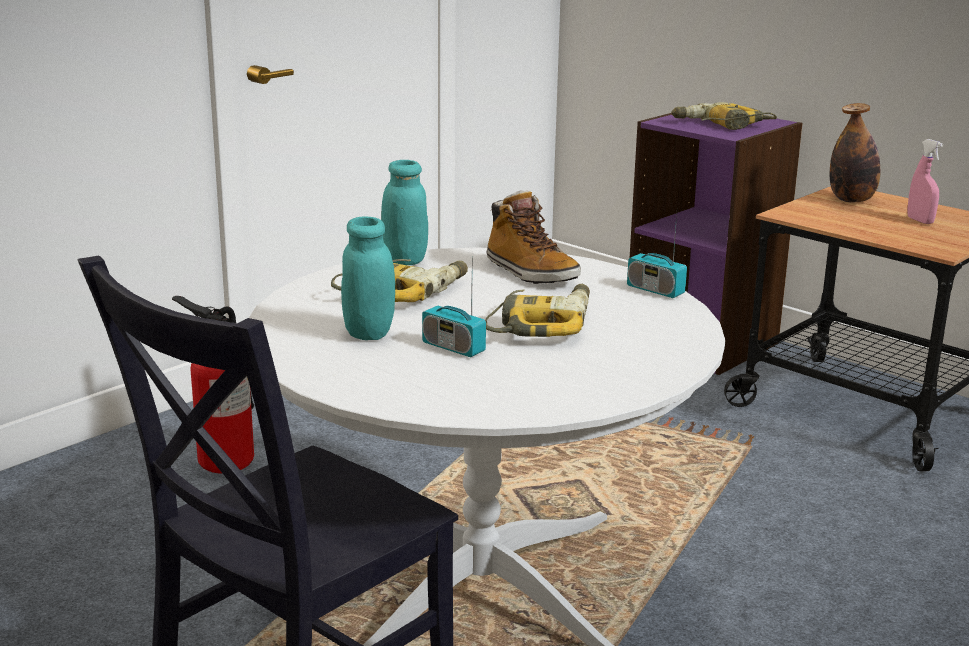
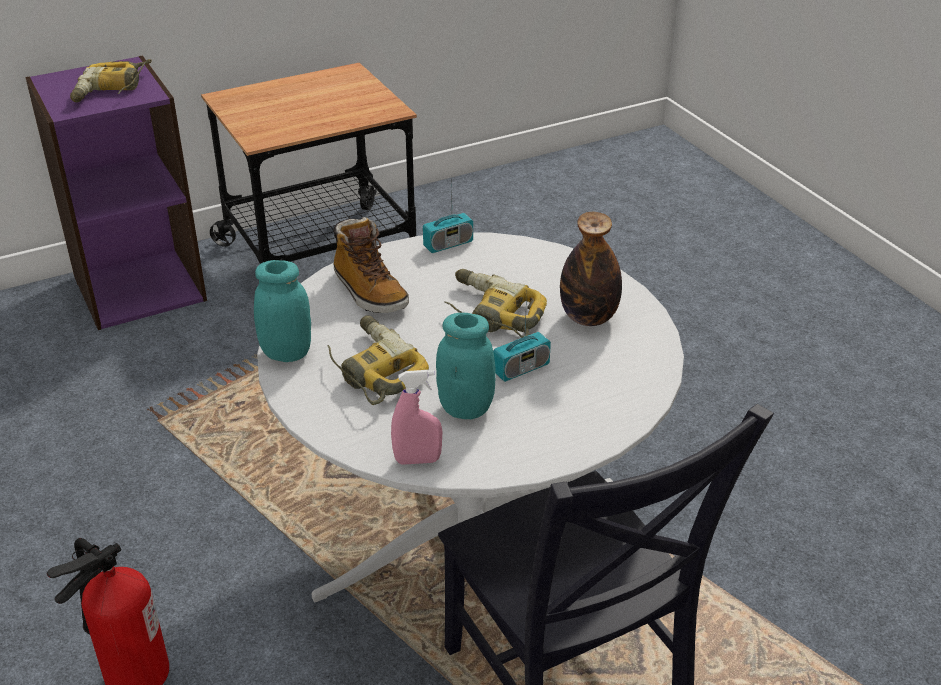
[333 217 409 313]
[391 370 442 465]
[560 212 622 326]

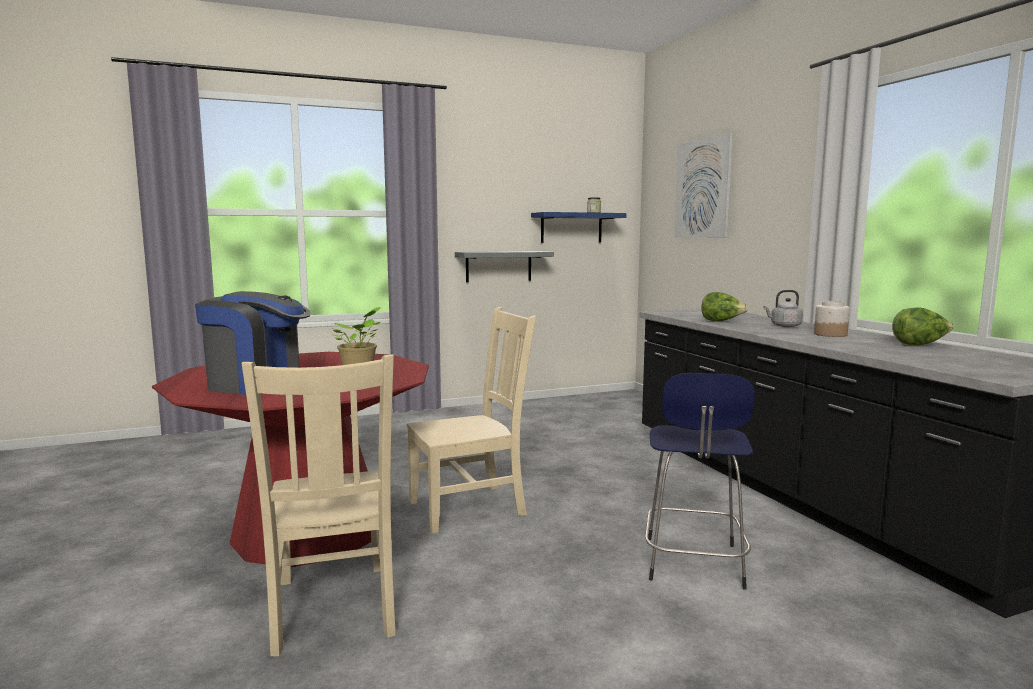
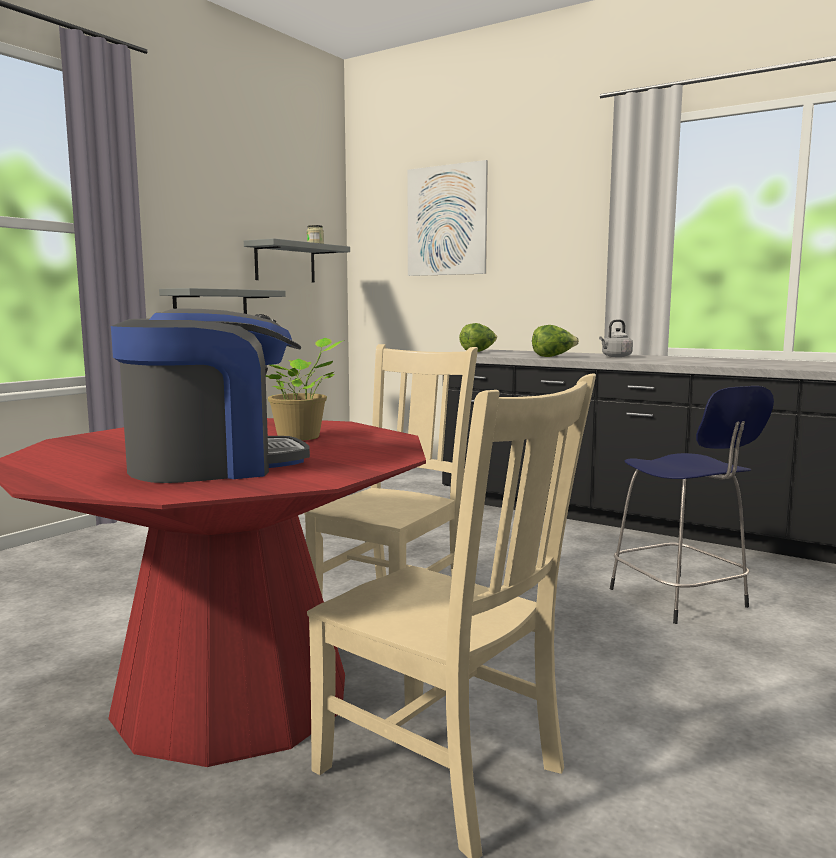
[244 238 350 282]
[459 323 497 352]
[814 301 850 337] (first image)

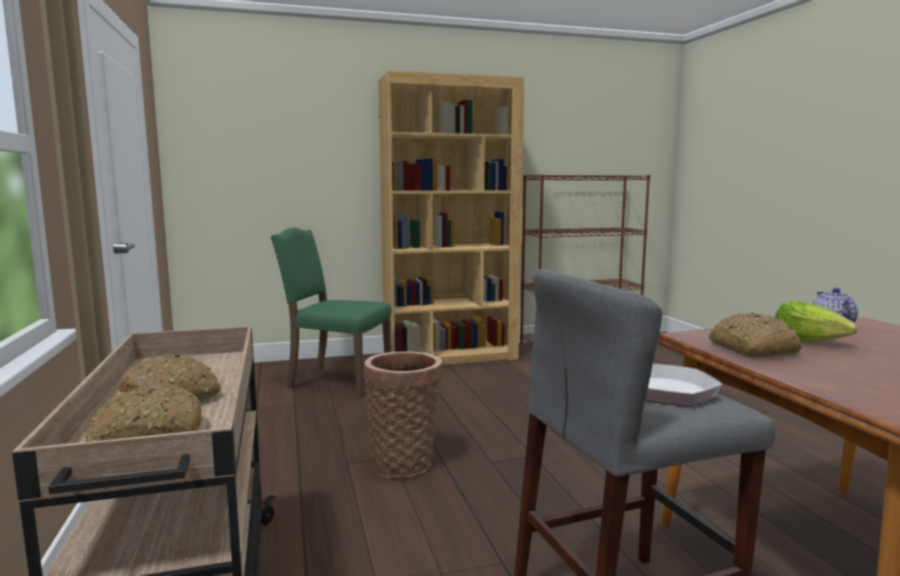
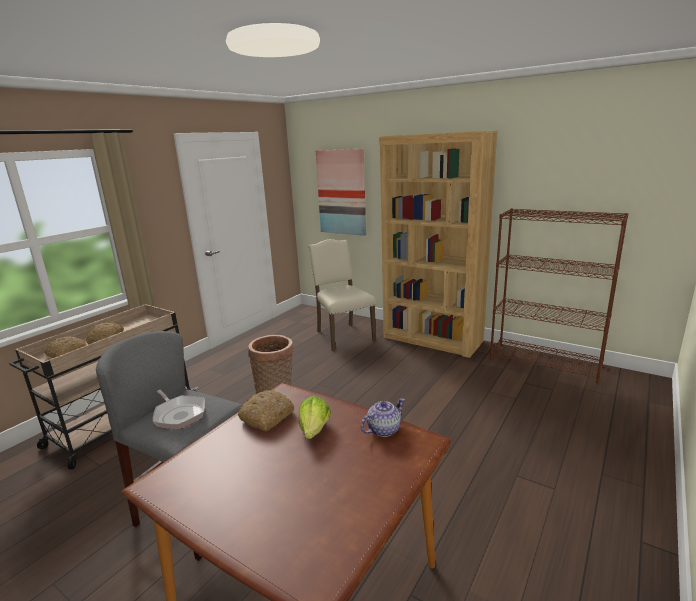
[309 239 376 351]
[316 149 366 236]

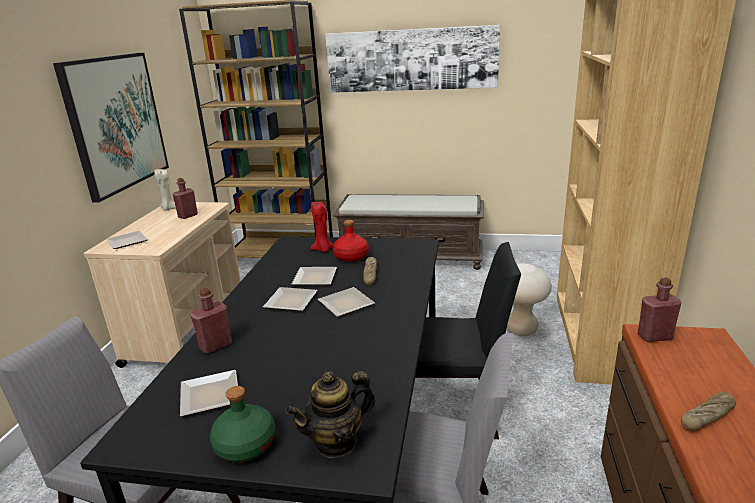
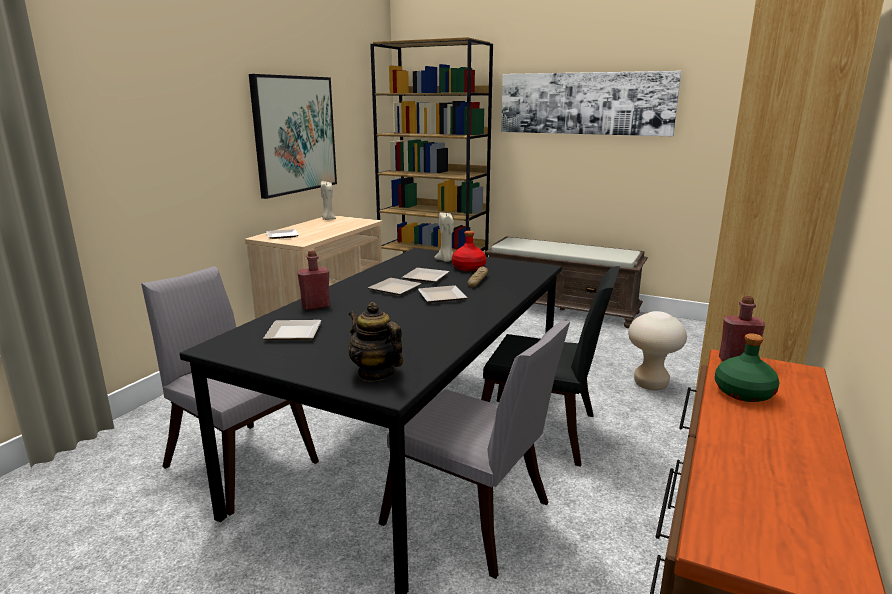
[348 302 403 382]
[435 211 454 262]
[715 333 779 402]
[172 178 198 219] (first image)
[681 392 736 430] (first image)

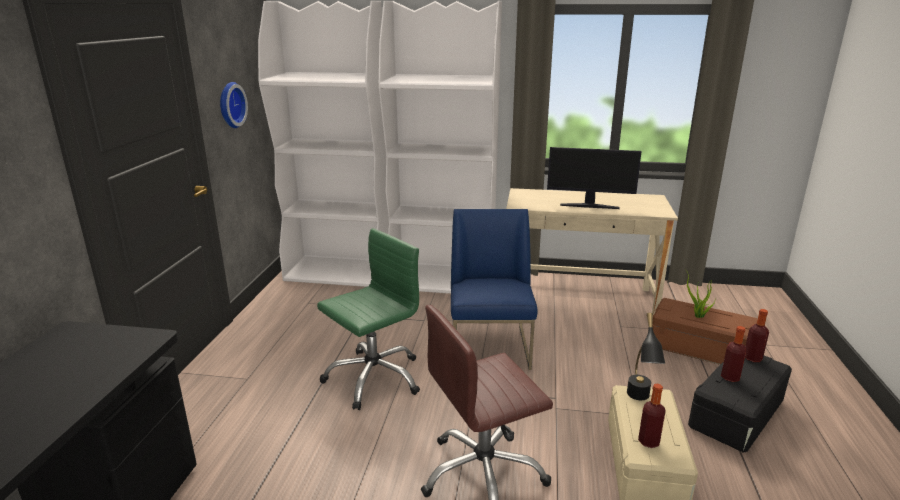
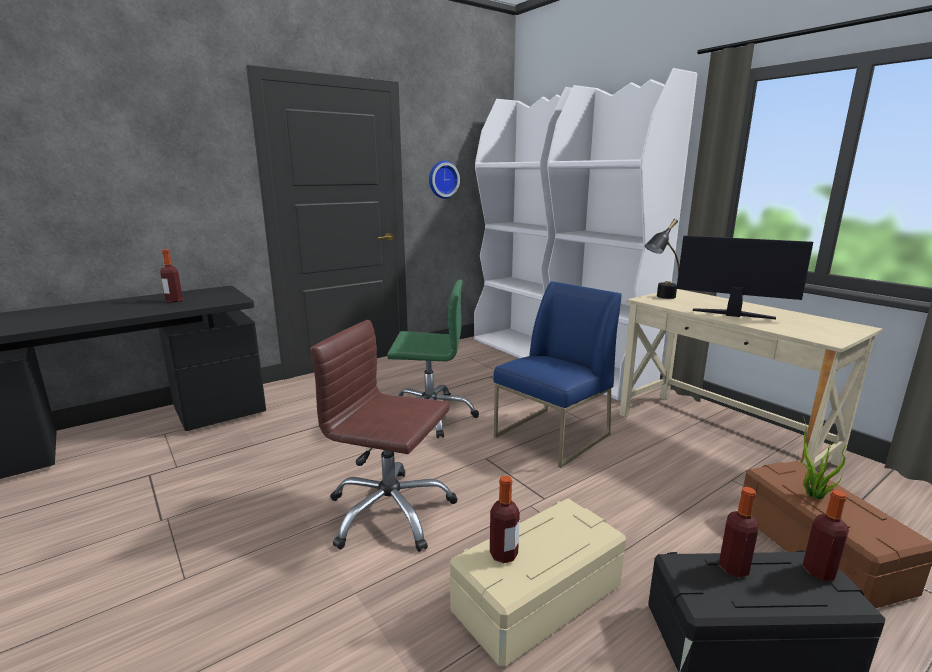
[160 250 183 302]
[645 219 679 299]
[676 236 813 319]

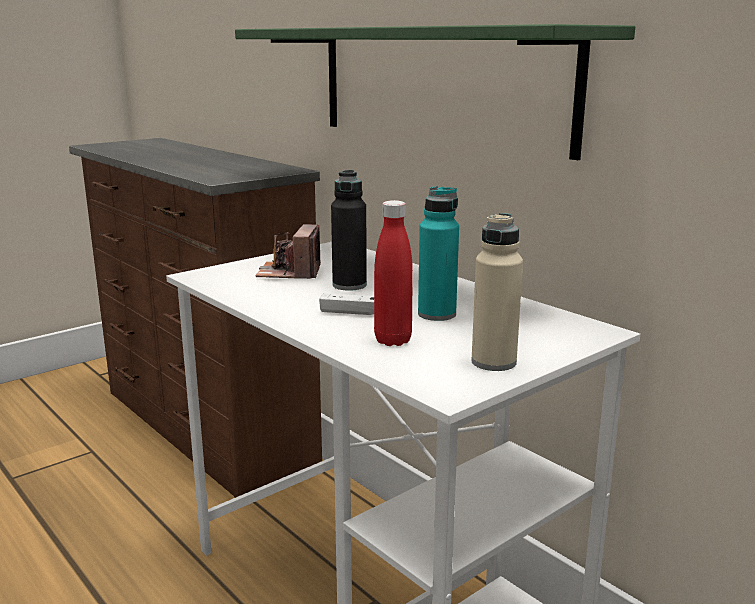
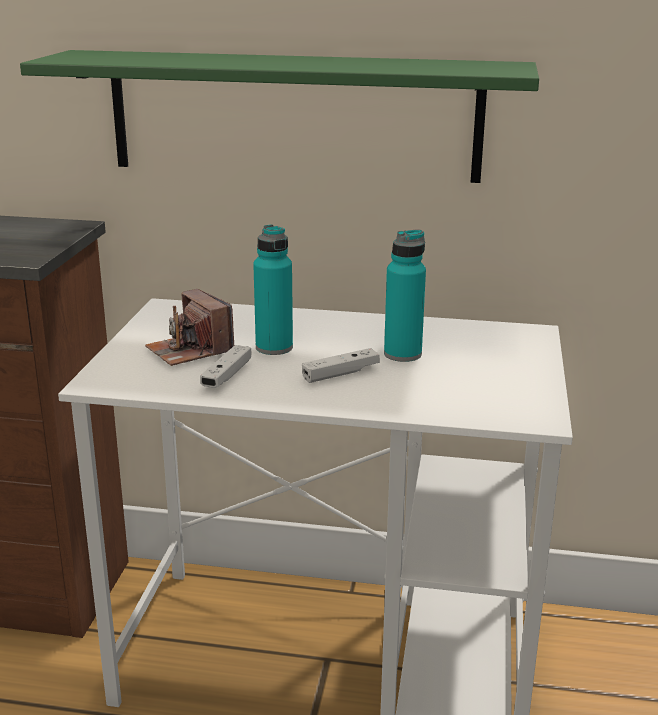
[200 345 251 388]
[253 224 293 355]
[374 200 413 346] (first image)
[471 213 523 371] (first image)

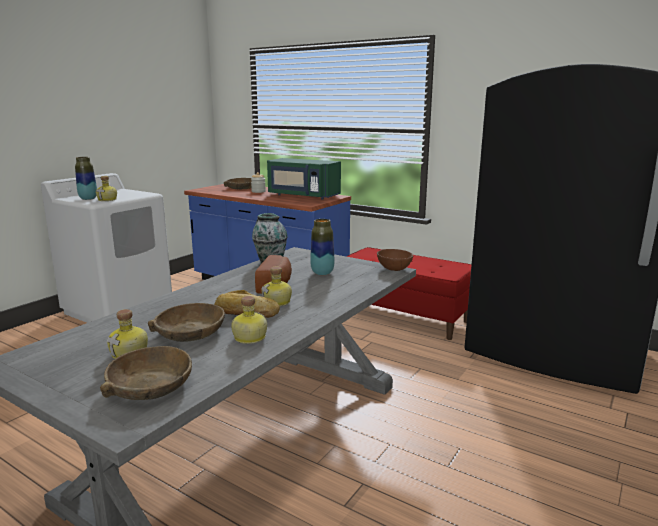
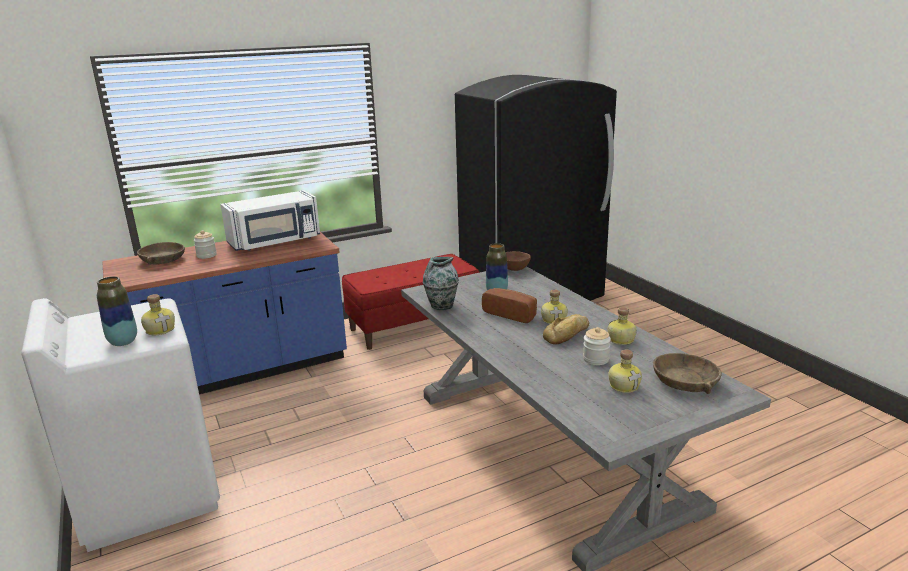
[220 190 320 251]
[583 327 611 365]

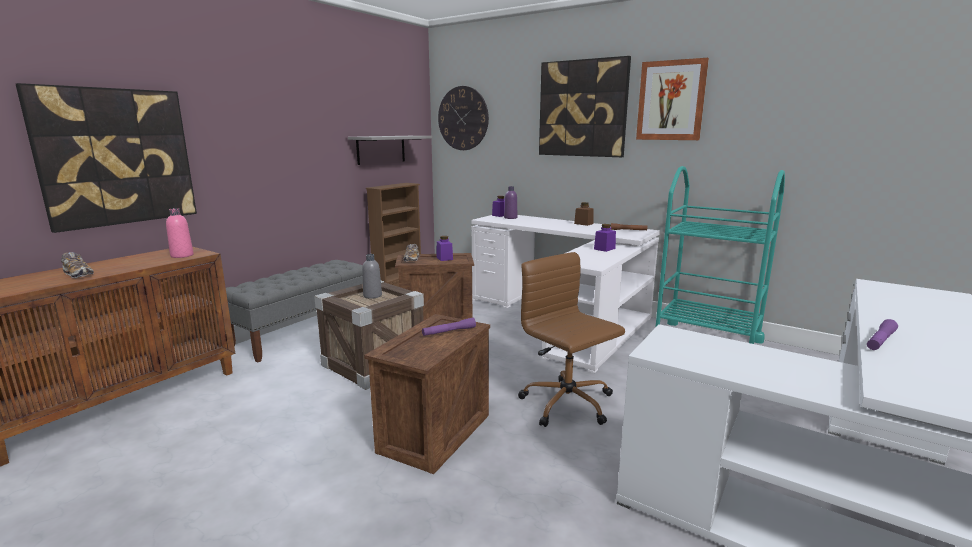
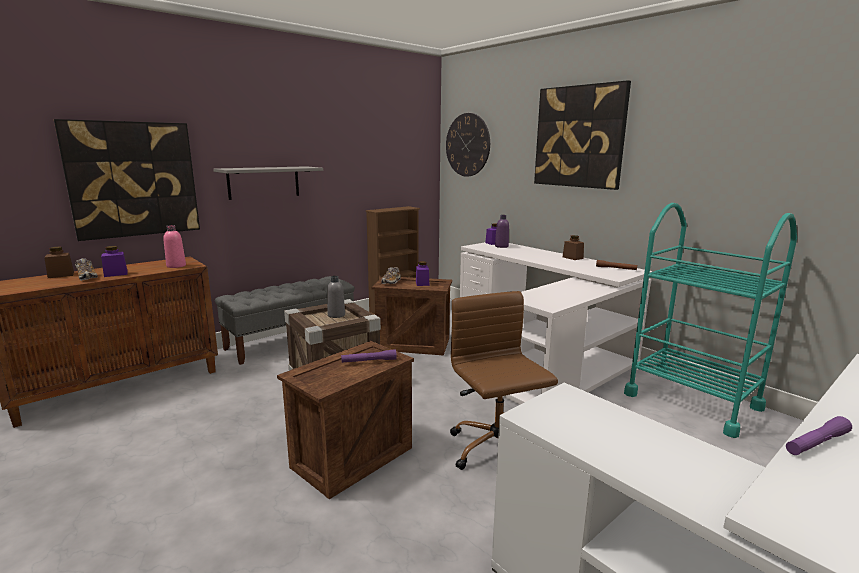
[44 247 74 278]
[101 246 128 277]
[213 166 323 200]
[636 58 709 140] (first image)

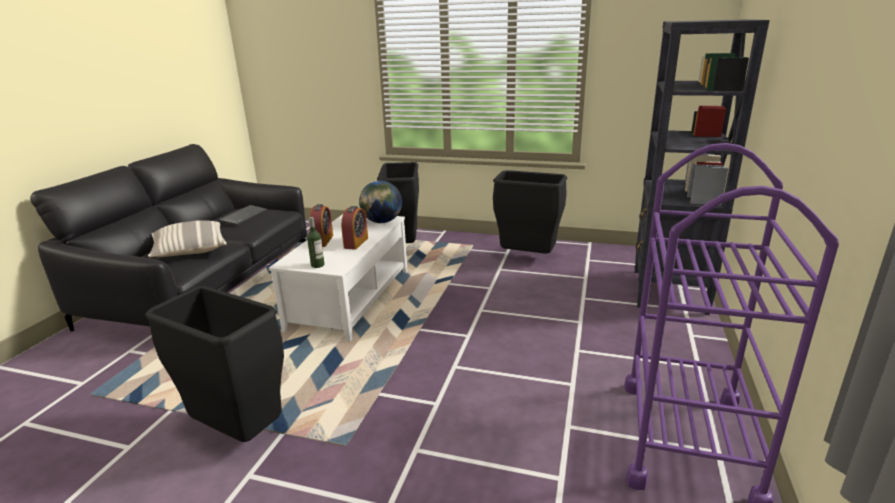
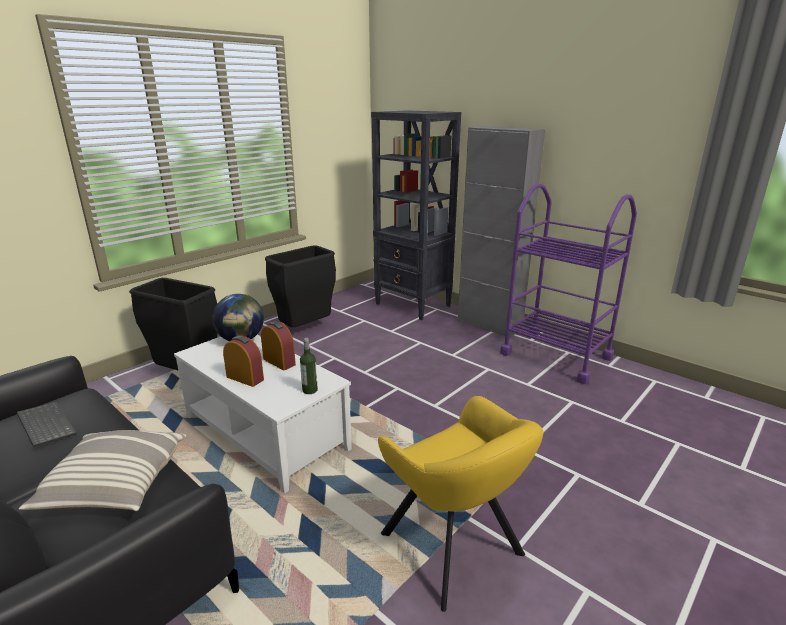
[378 396 544 612]
[458 126 545 338]

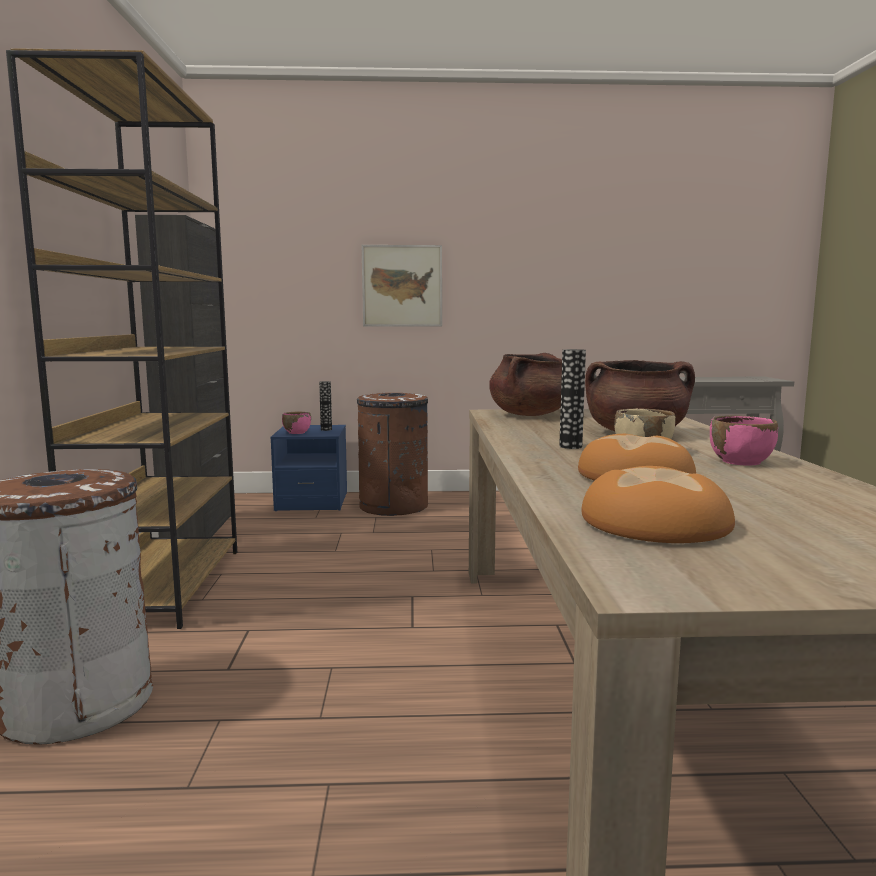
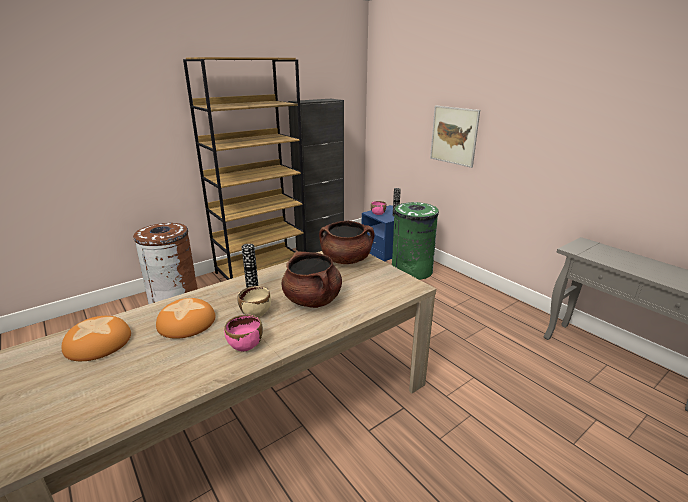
[392 202 439 280]

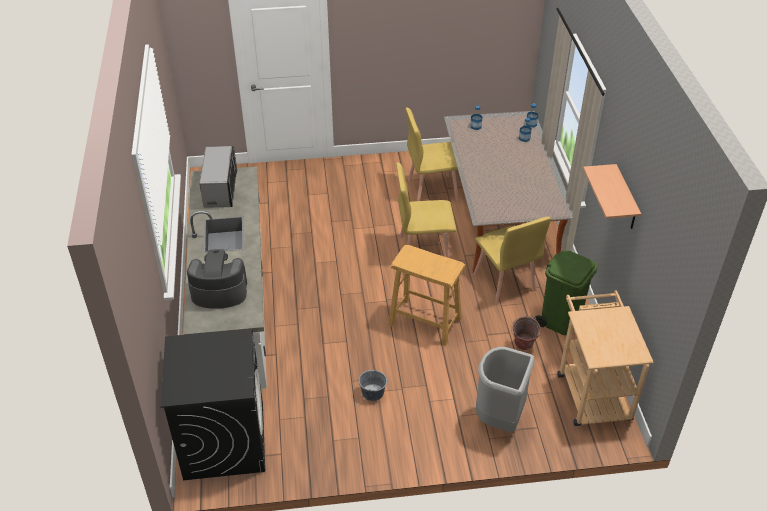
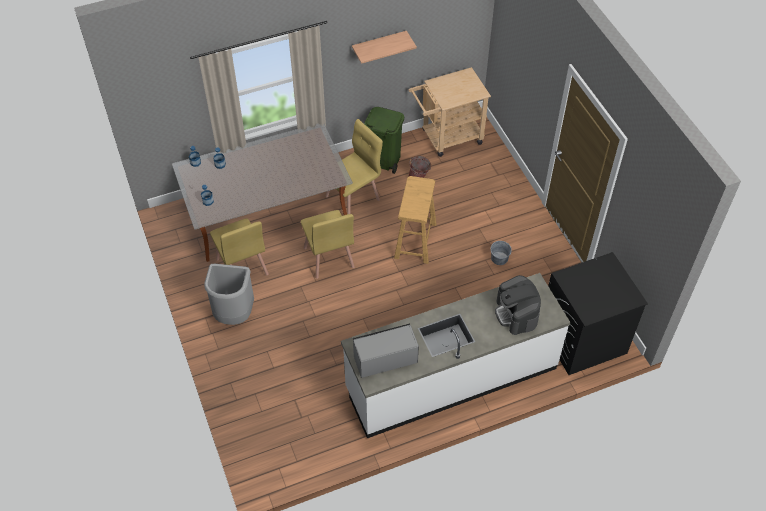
[204 264 254 325]

